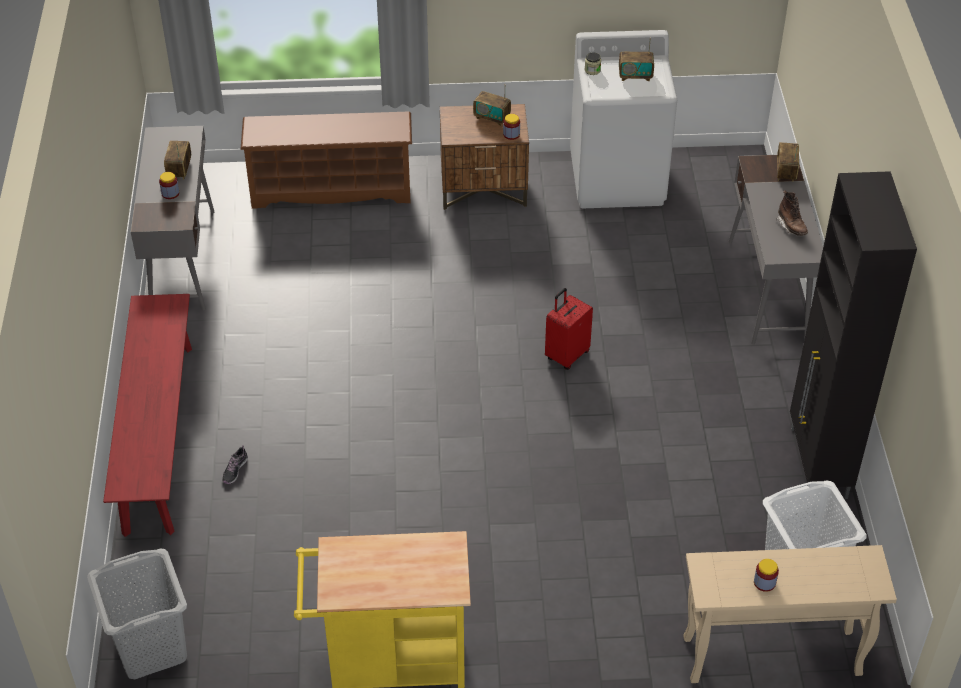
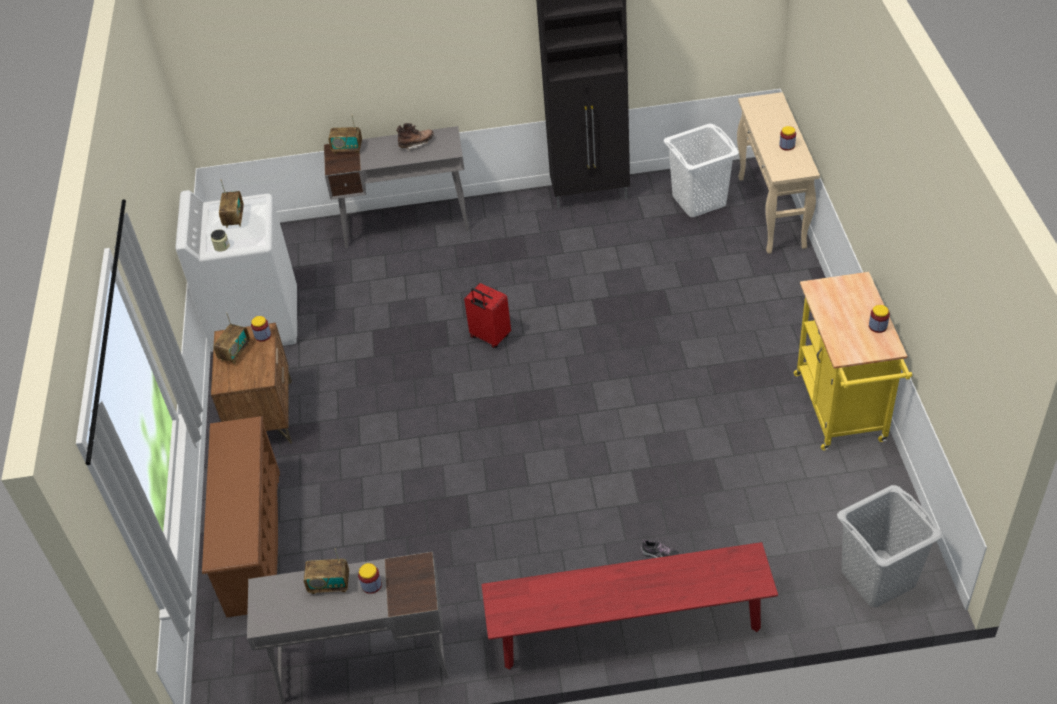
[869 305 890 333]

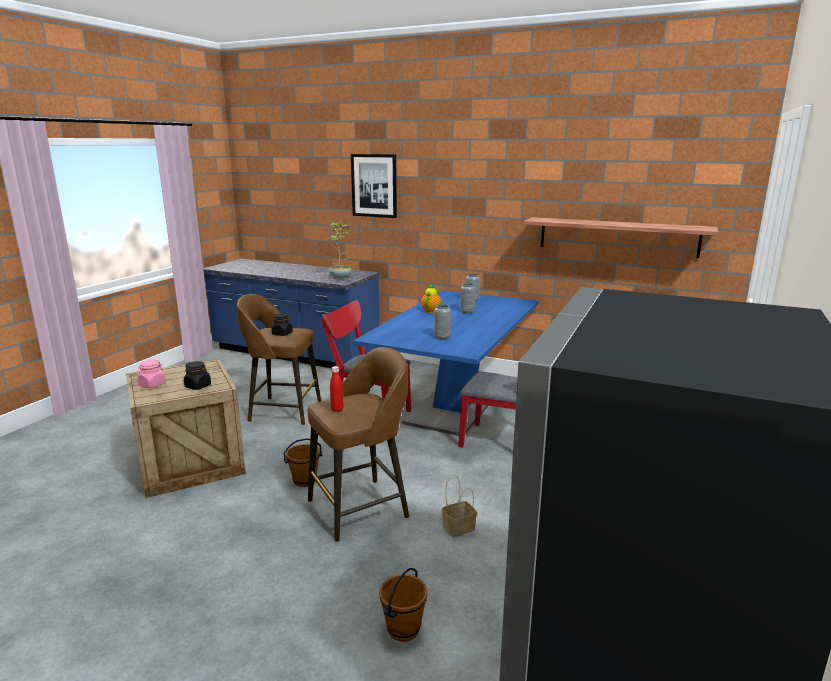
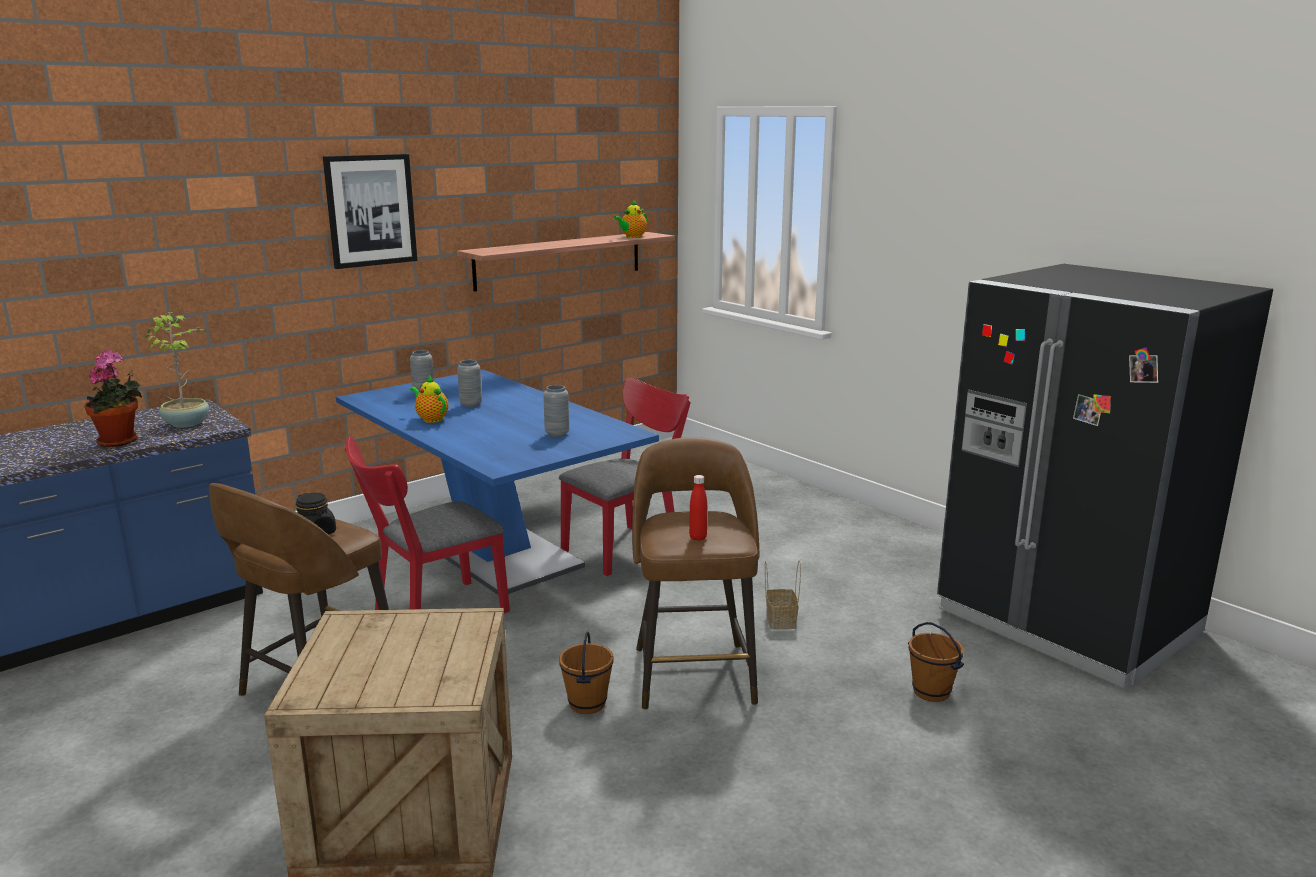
[84 350 142 447]
[323 154 417 269]
[613 200 647 238]
[137 360 166 388] (first image)
[184 361 211 390] (first image)

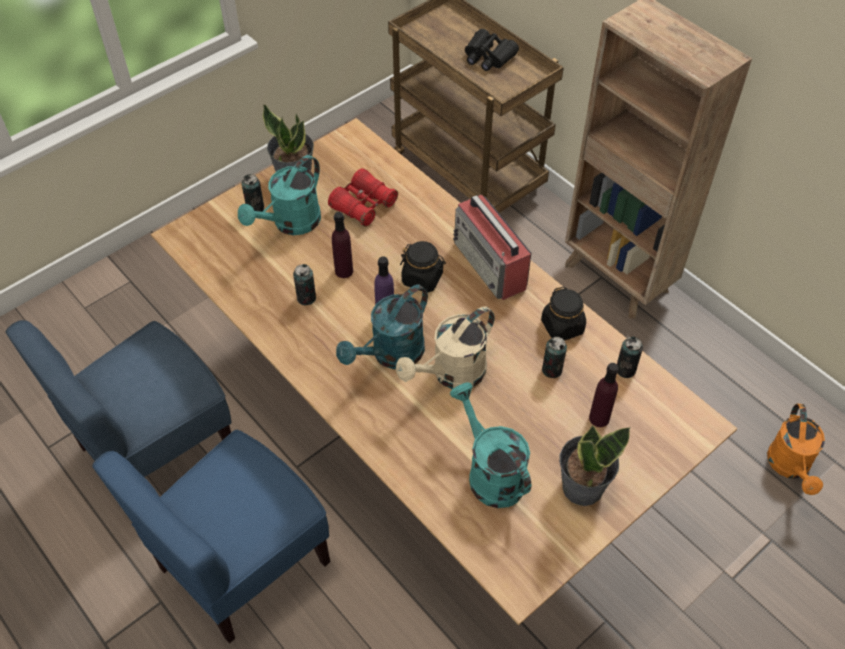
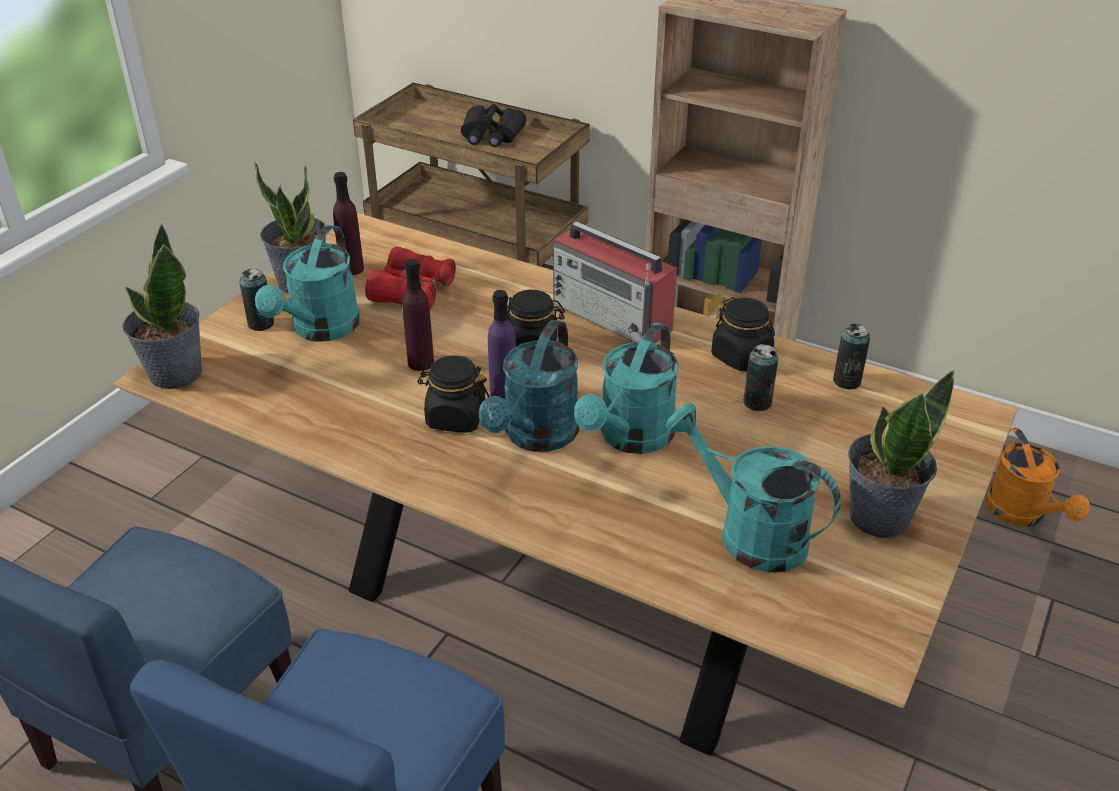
[122 223 202 389]
[333 172 364 275]
[417 355 489 433]
[574 322 678 454]
[293 264 316 305] (first image)

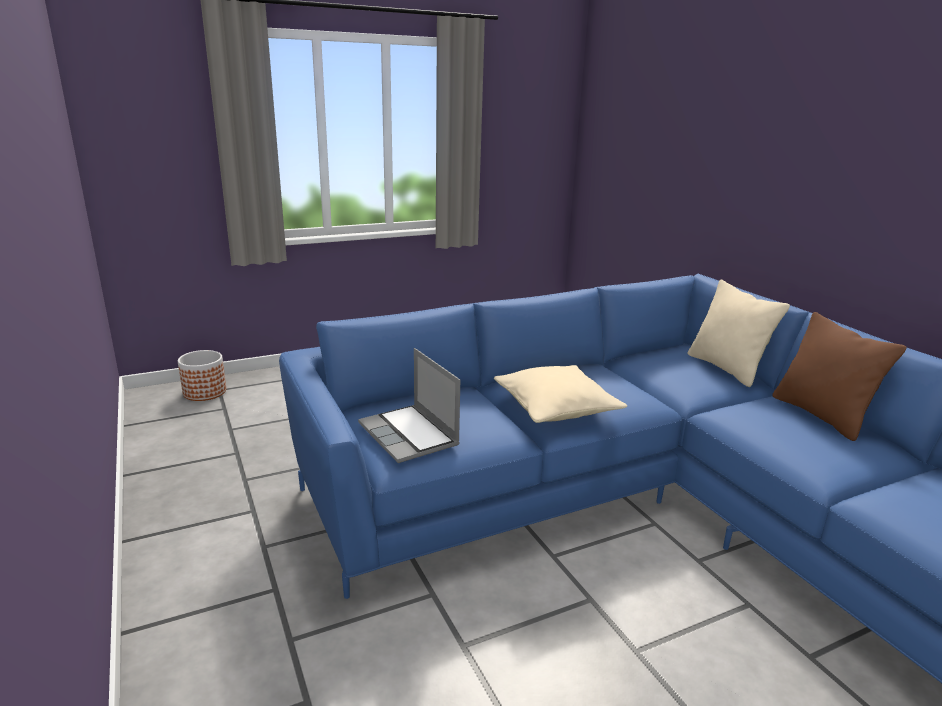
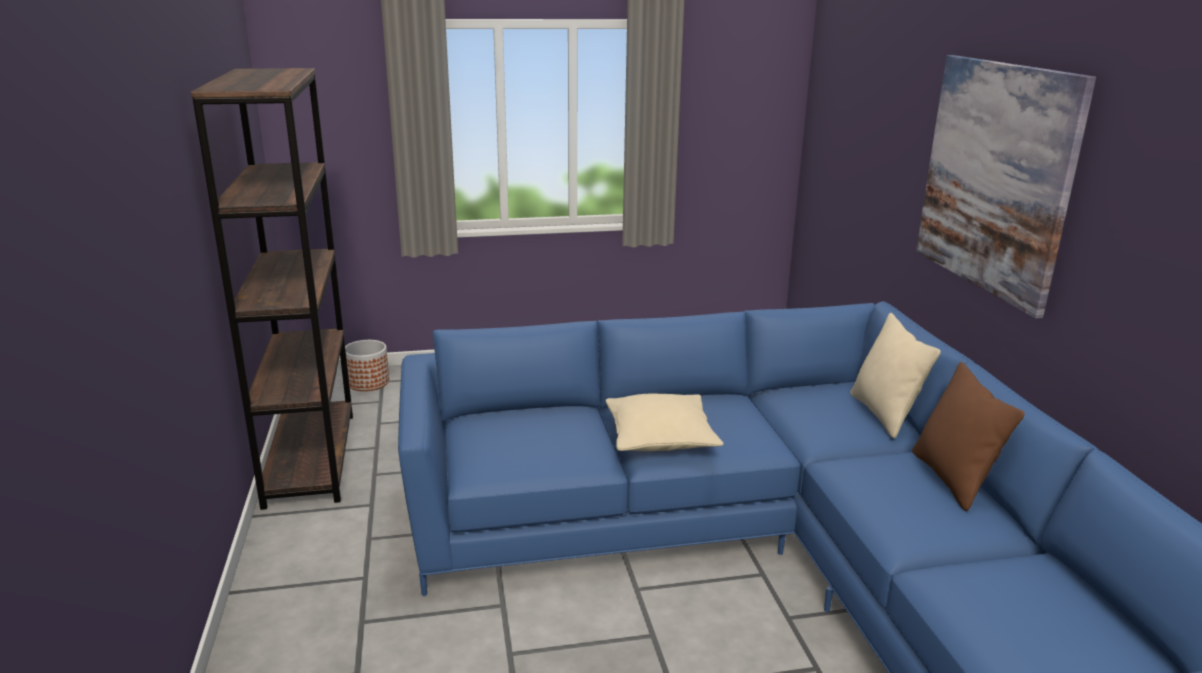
[191 68 353 510]
[916 55 1096 319]
[358 348 460 463] (first image)

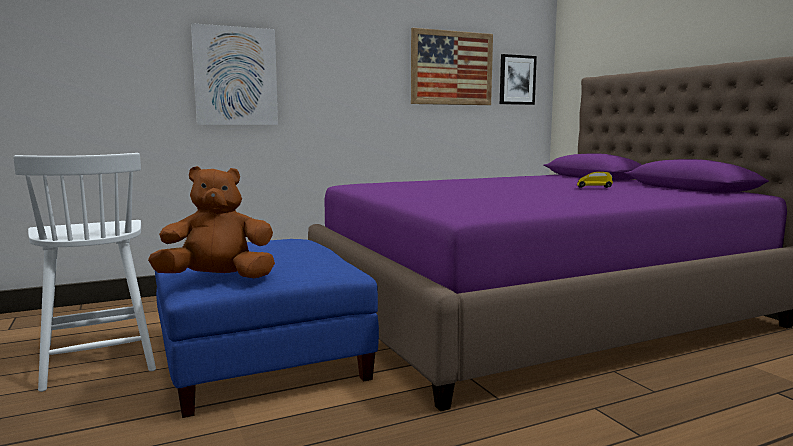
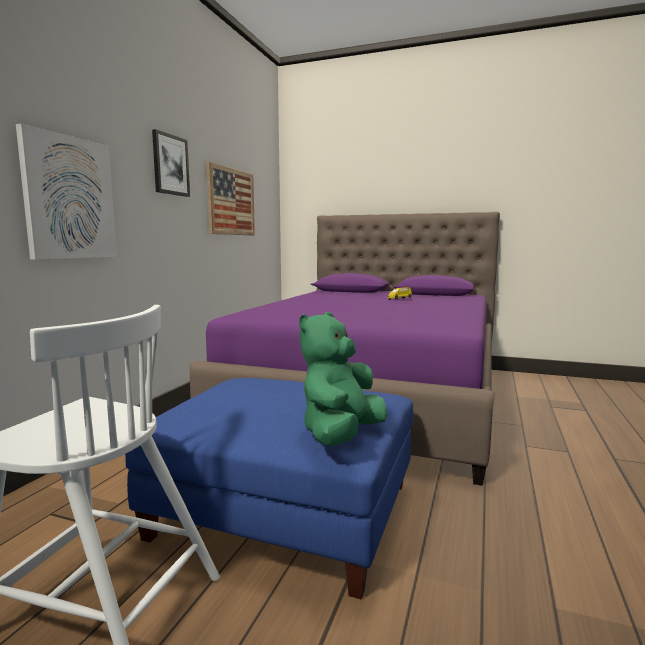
[152 129 190 197]
[299 312 388 446]

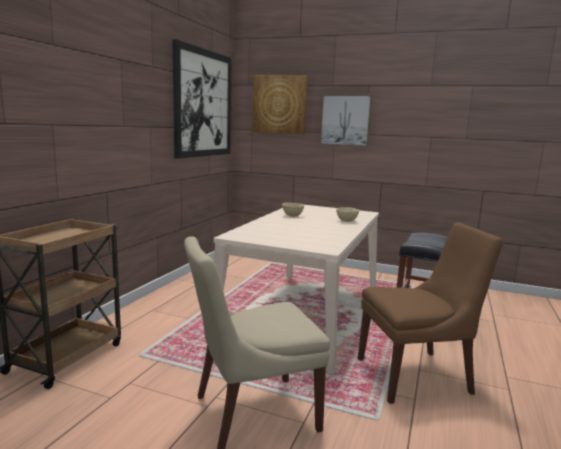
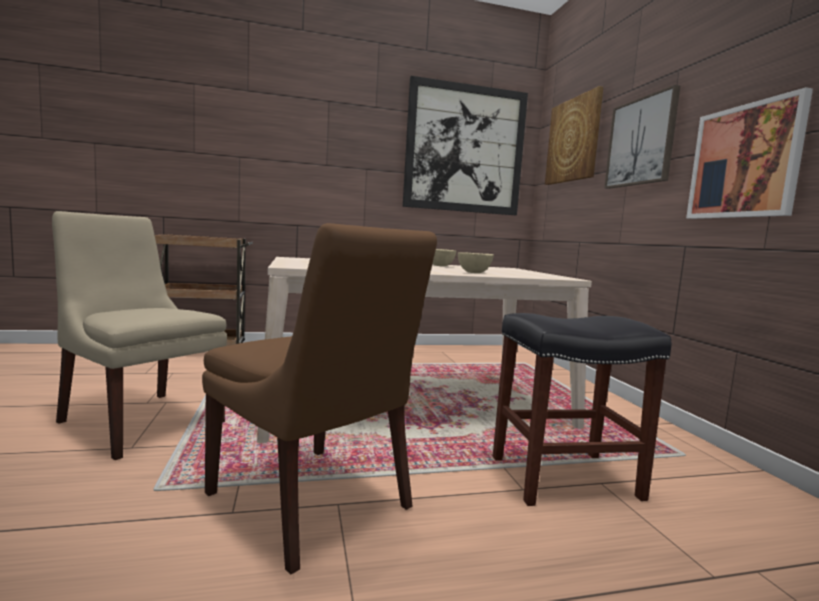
[686 87 813 219]

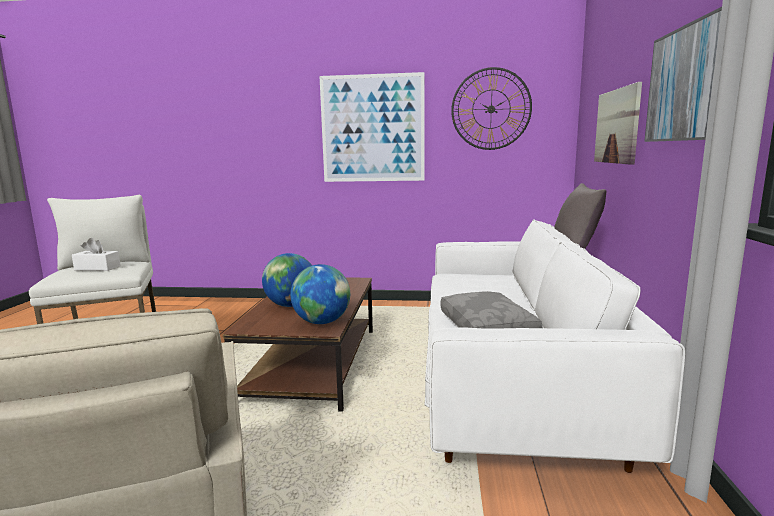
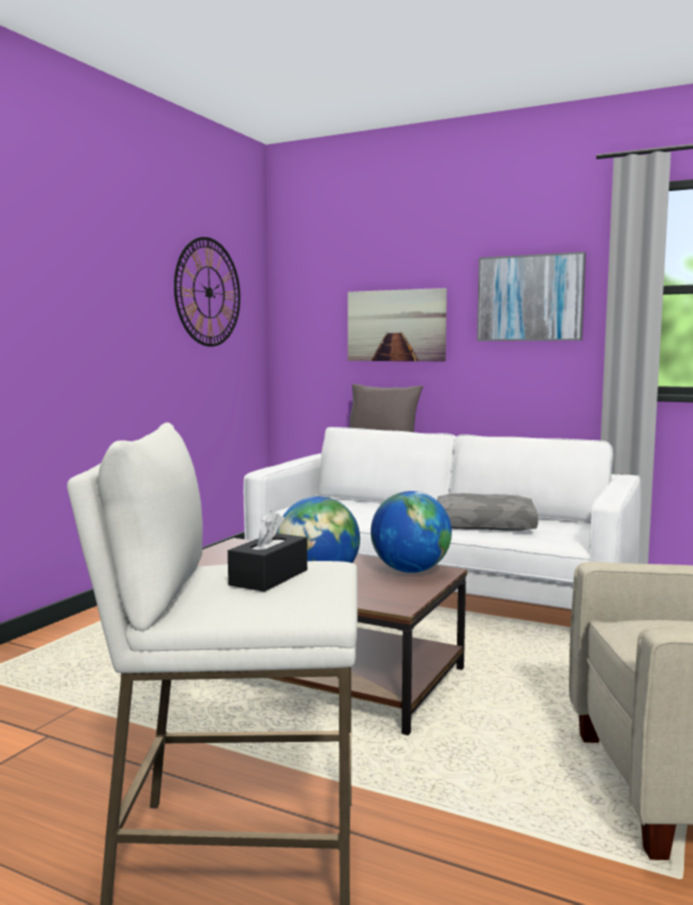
[228 510 307 592]
[319 72 425 182] (first image)

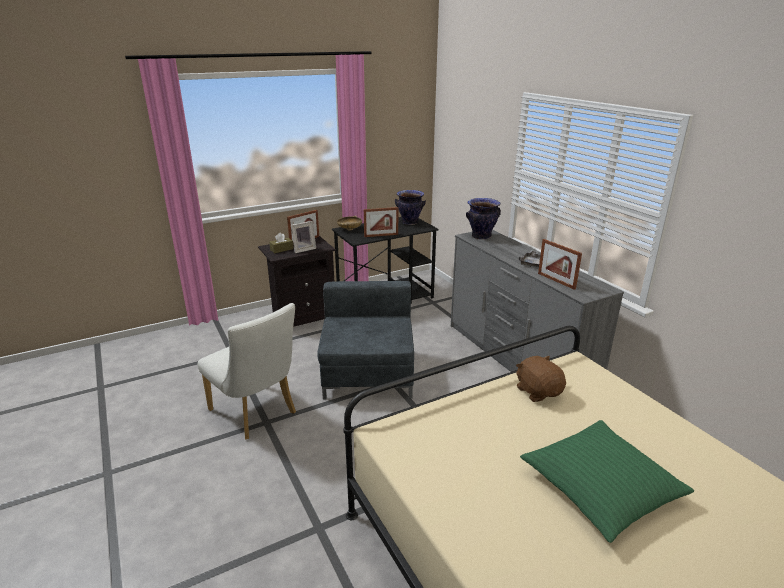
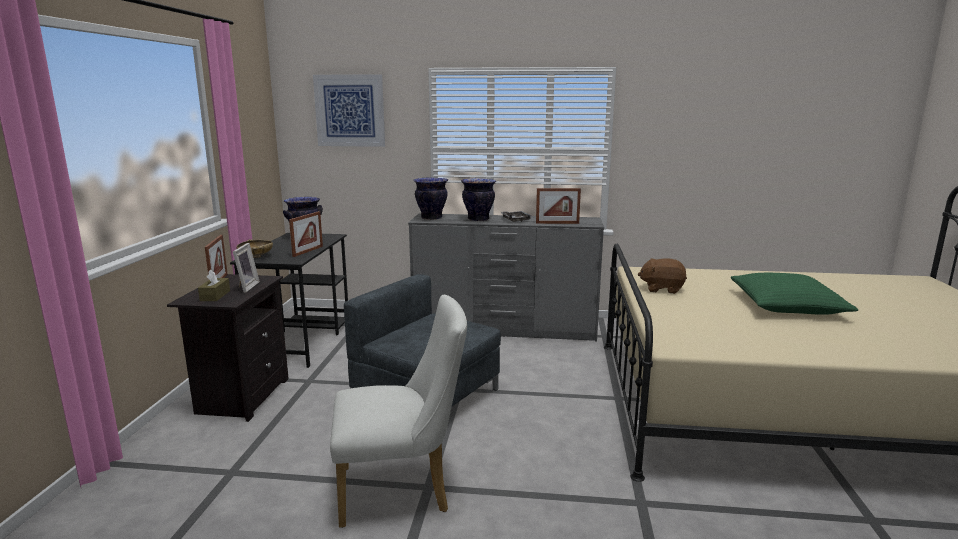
[313 74 385 147]
[461 178 496 221]

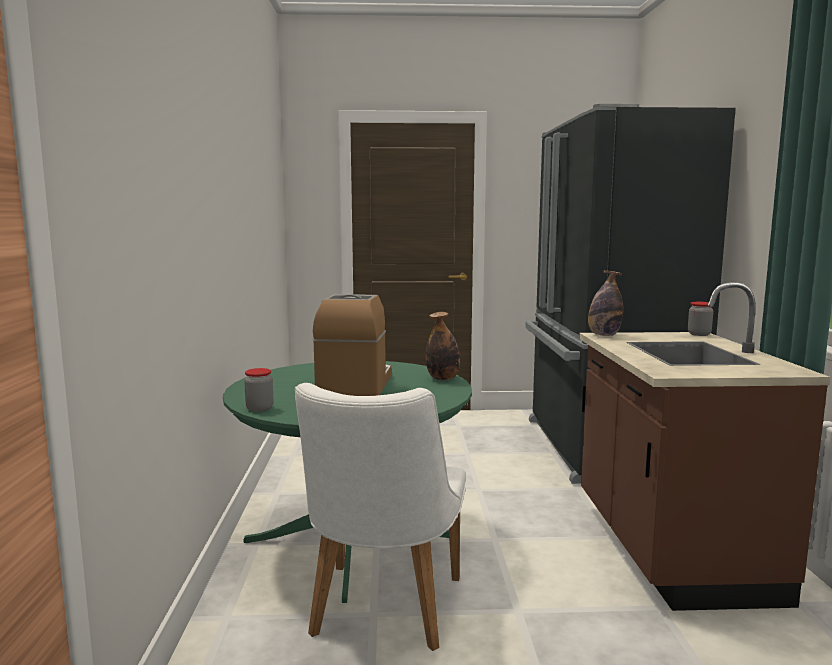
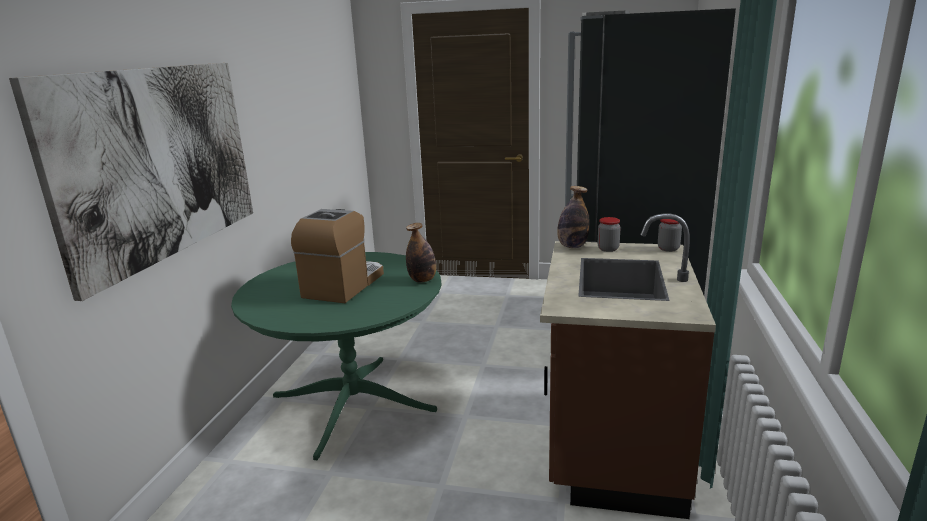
[9 63 253 301]
[598 217 621 252]
[295 383 466 651] (first image)

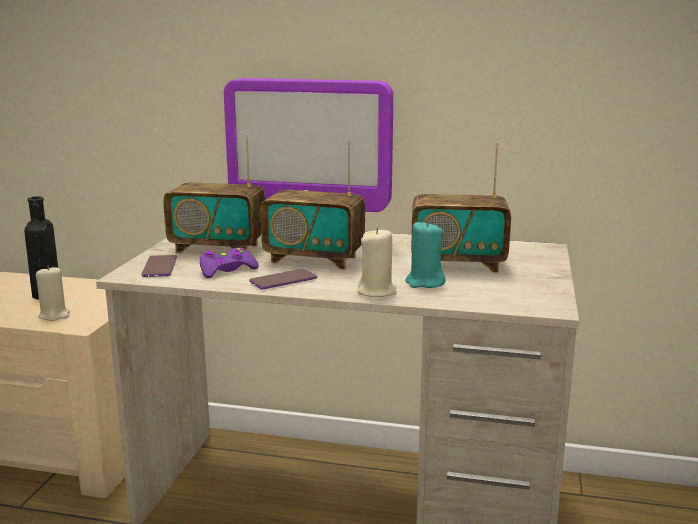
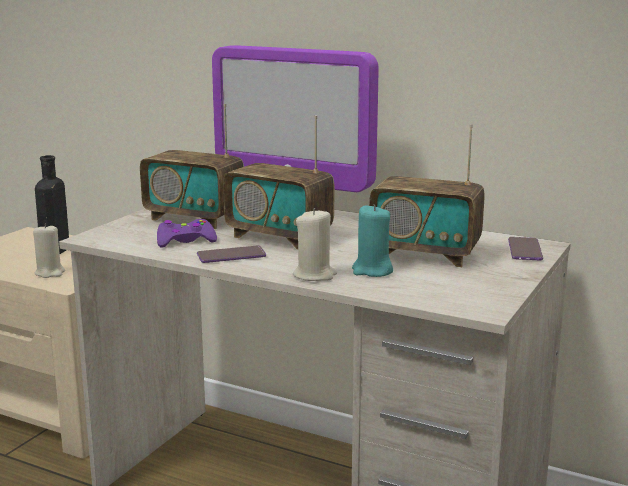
[508 237 543 261]

